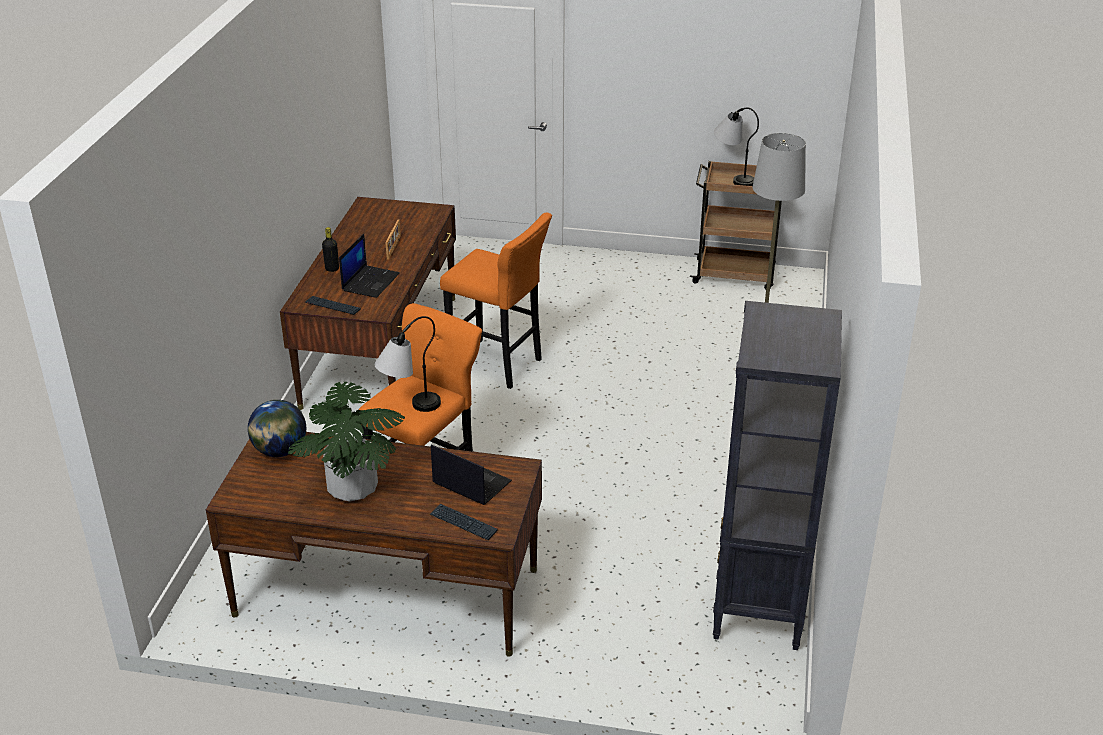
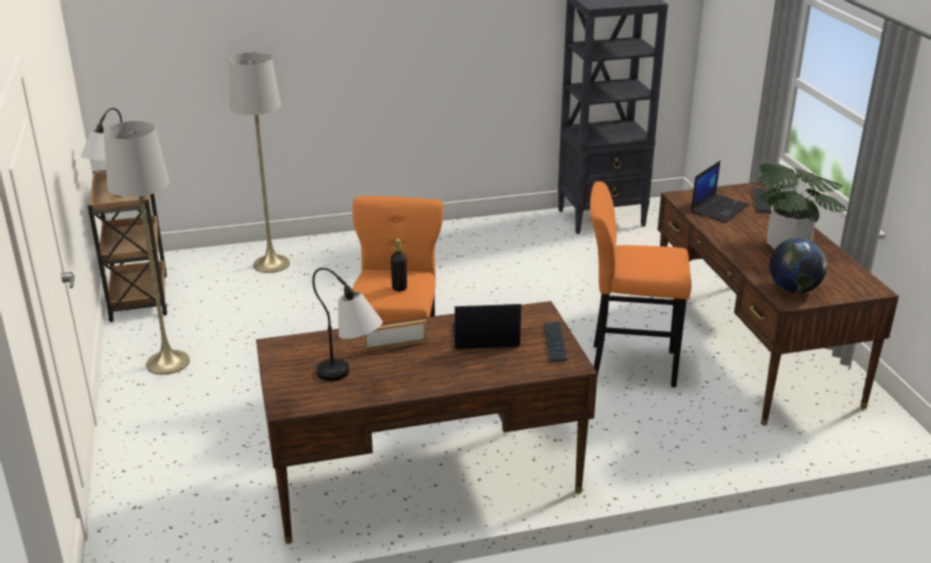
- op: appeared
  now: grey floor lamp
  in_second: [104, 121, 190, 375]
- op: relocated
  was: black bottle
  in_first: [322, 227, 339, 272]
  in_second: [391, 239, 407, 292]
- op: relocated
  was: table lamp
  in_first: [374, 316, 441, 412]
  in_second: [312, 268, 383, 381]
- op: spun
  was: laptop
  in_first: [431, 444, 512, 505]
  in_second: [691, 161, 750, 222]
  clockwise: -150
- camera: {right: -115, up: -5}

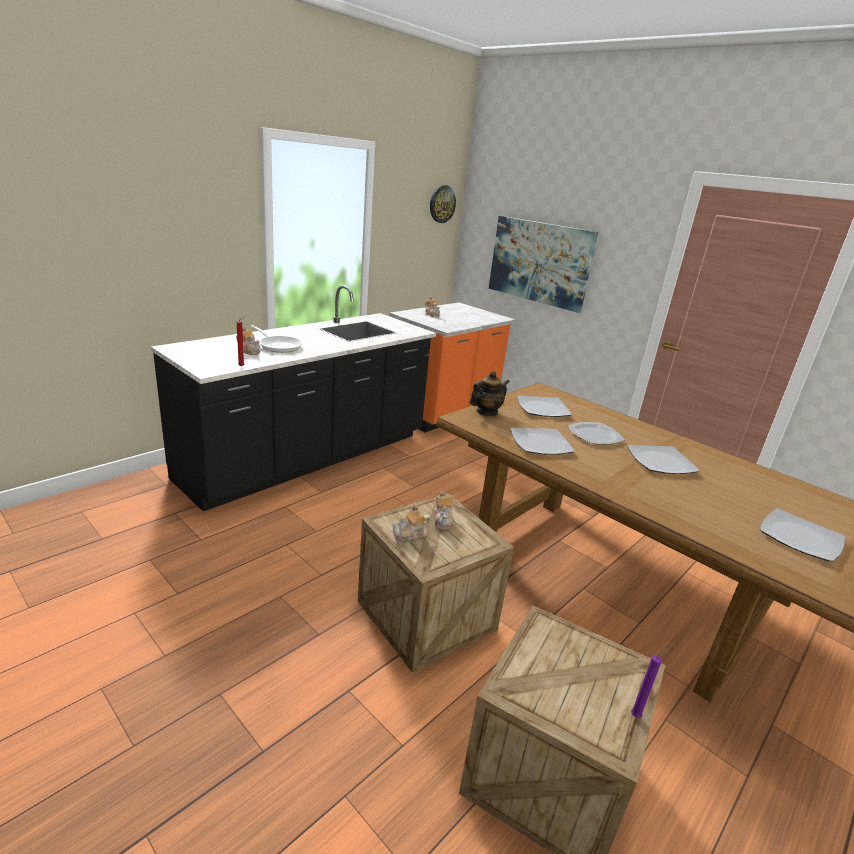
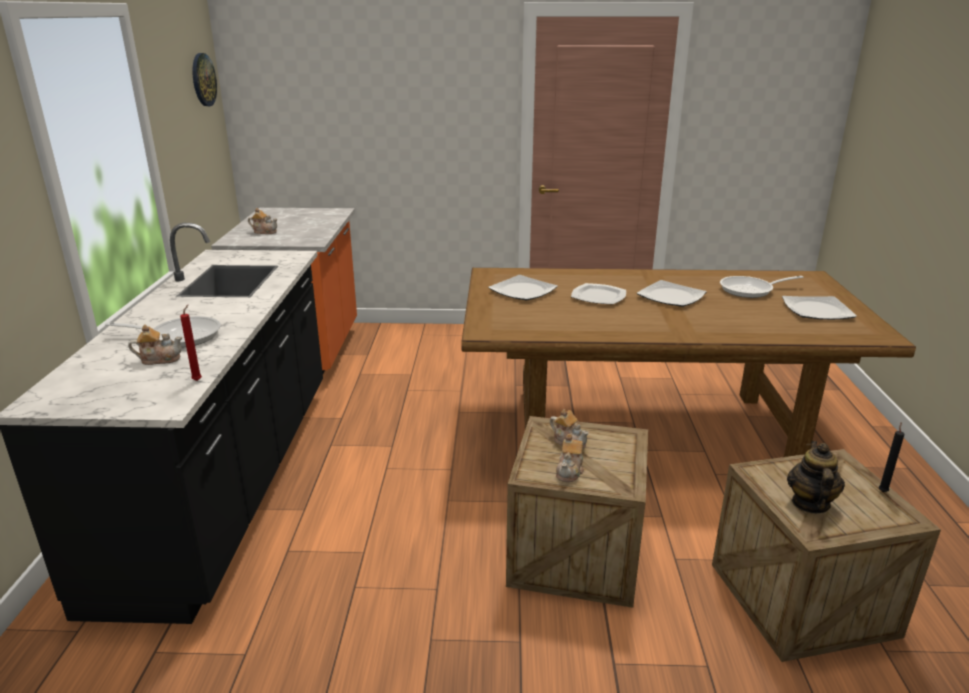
- op: missing
  was: picture
  in_first: [489, 216, 598, 313]
- op: missing
  was: plate
  in_first: [511, 428, 575, 455]
- op: appeared
  now: frying pan
  in_second: [720, 276, 804, 298]
- op: relocated
  was: teapot
  in_first: [470, 371, 510, 416]
  in_second: [787, 441, 845, 513]
- op: colour
  was: purple candle
  now: black candle
  in_first: [631, 649, 667, 718]
  in_second: [879, 422, 905, 492]
- camera: {right: -40, up: 0}

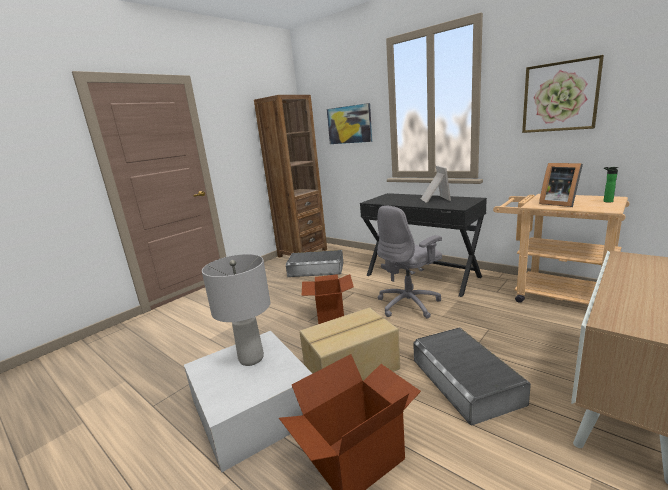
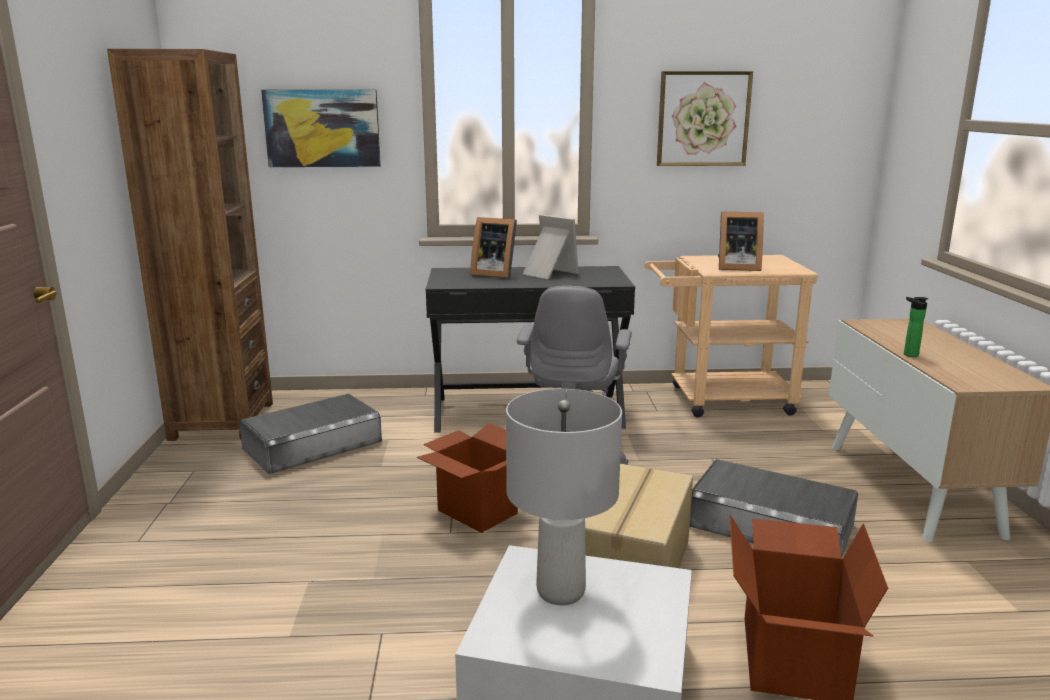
- op: appeared
  now: picture frame
  in_second: [470, 217, 517, 278]
- op: relocated
  was: bottle
  in_first: [604, 167, 618, 203]
  in_second: [904, 297, 929, 357]
- camera: {right: -45, up: 0}

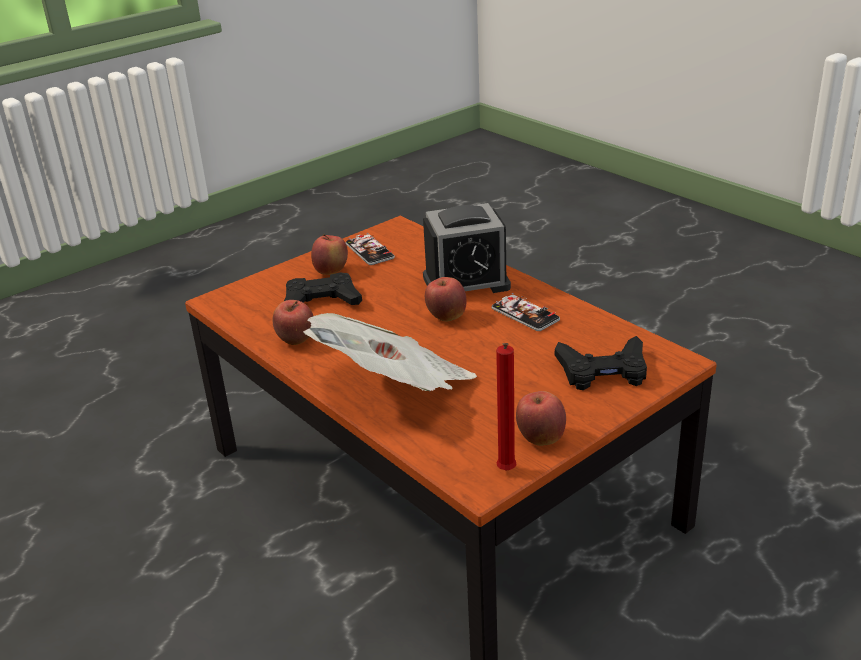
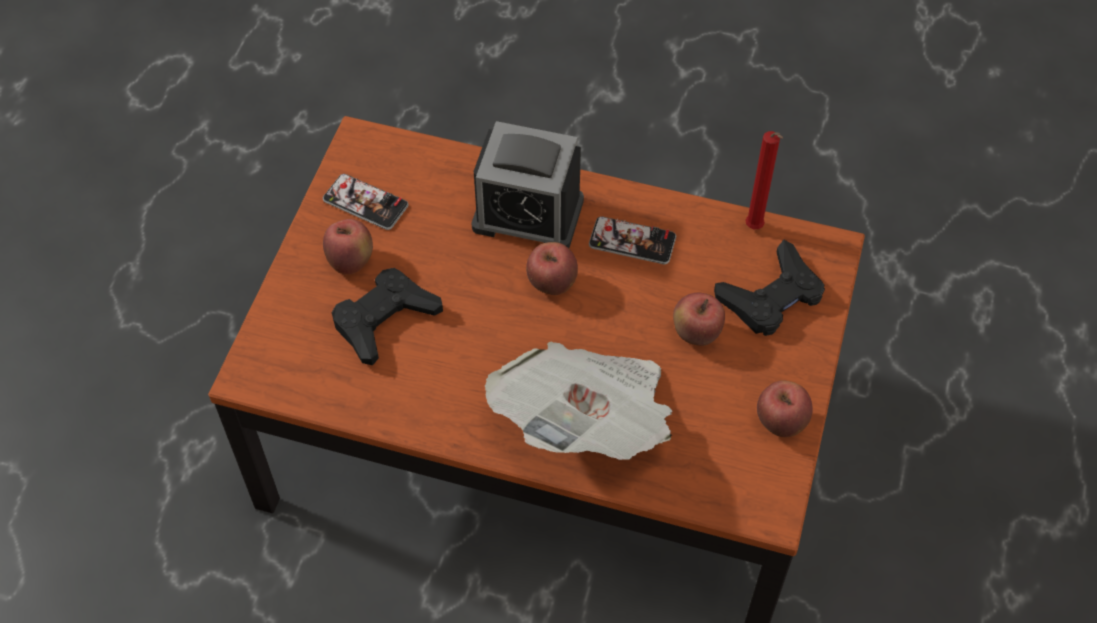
- op: relocated
  was: apple
  in_first: [273, 300, 313, 345]
  in_second: [673, 293, 725, 346]
- op: relocated
  was: red candle
  in_first: [496, 343, 517, 471]
  in_second: [745, 131, 783, 229]
- op: spun
  was: alarm clock
  in_first: [423, 203, 511, 293]
  in_second: [471, 121, 584, 248]
  clockwise: 60
- camera: {right: -35, up: 25}

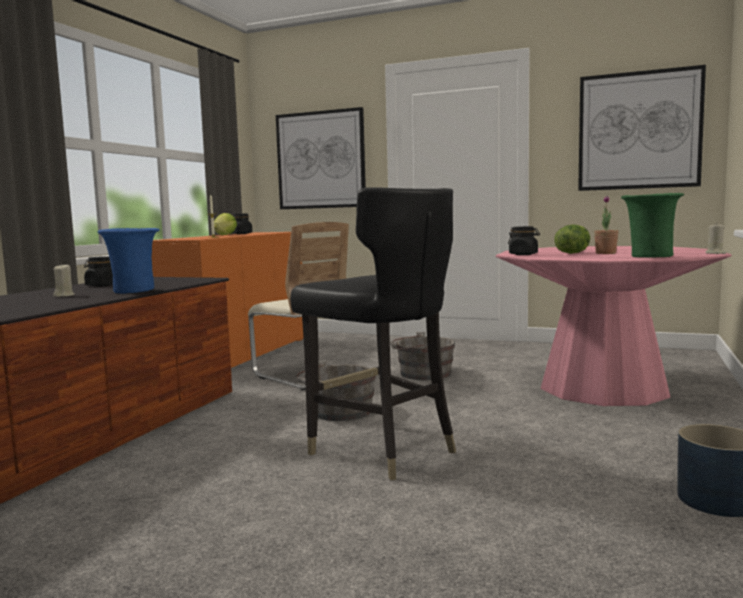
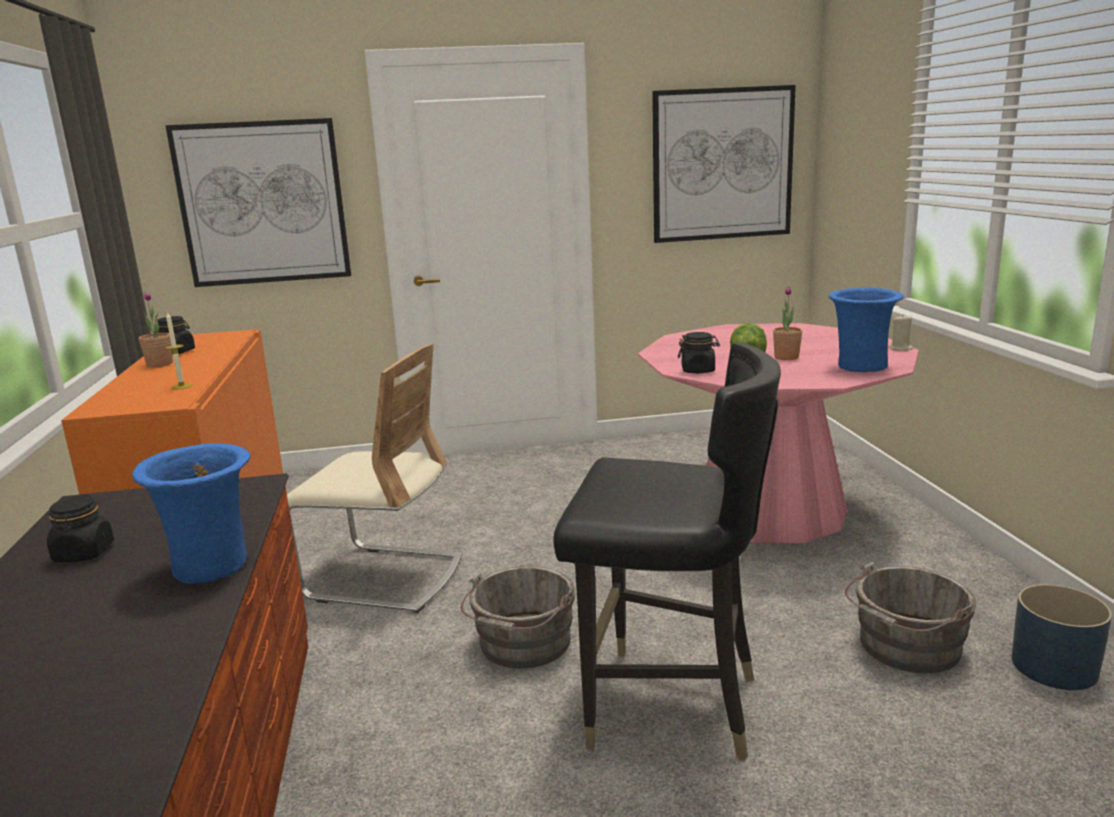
- op: missing
  was: beige candle
  in_first: [53, 263, 75, 297]
- op: relocated
  was: grey bucket
  in_first: [390, 332, 455, 380]
  in_second: [845, 562, 976, 673]
- op: exchanged
  was: lettuce
  now: potted plant
  in_first: [214, 213, 237, 235]
  in_second: [139, 292, 173, 367]
- op: colour
  was: green vase
  now: blue vase
  in_first: [621, 193, 684, 258]
  in_second: [828, 287, 904, 372]
- camera: {right: -30, up: 10}

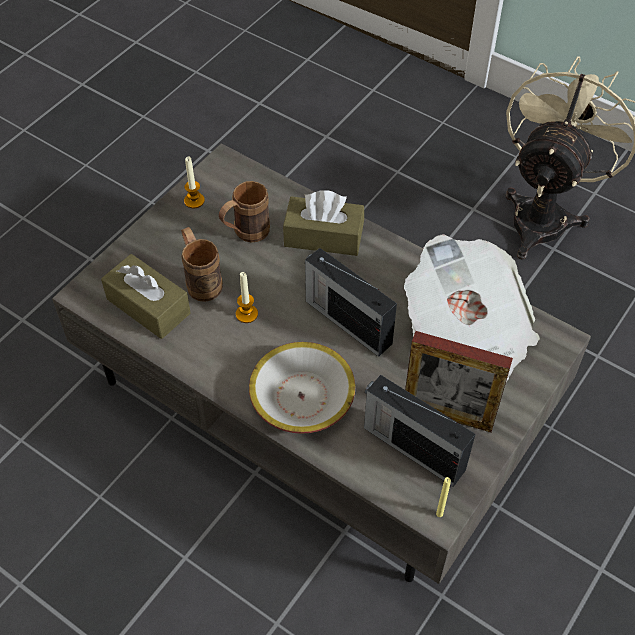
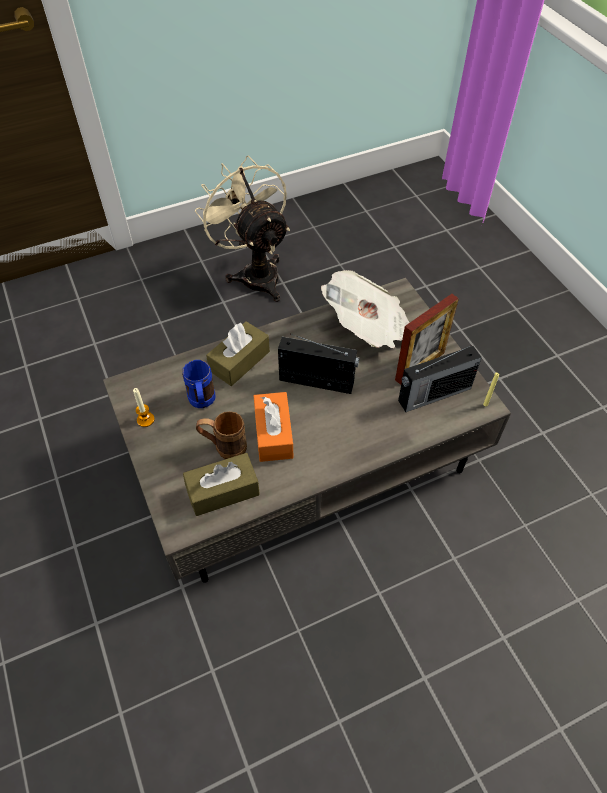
- op: missing
  was: bowl
  in_first: [249, 342, 355, 434]
- op: exchanged
  was: candle
  now: orange tissue box
  in_first: [236, 272, 258, 323]
  in_second: [253, 392, 293, 462]
- op: colour
  was: brown mug
  now: blue mug
  in_first: [219, 181, 270, 242]
  in_second: [182, 360, 216, 408]
- op: spun
  was: radio
  in_first: [305, 248, 397, 357]
  in_second: [278, 334, 360, 394]
  clockwise: -150
- camera: {right: -60, up: 0}

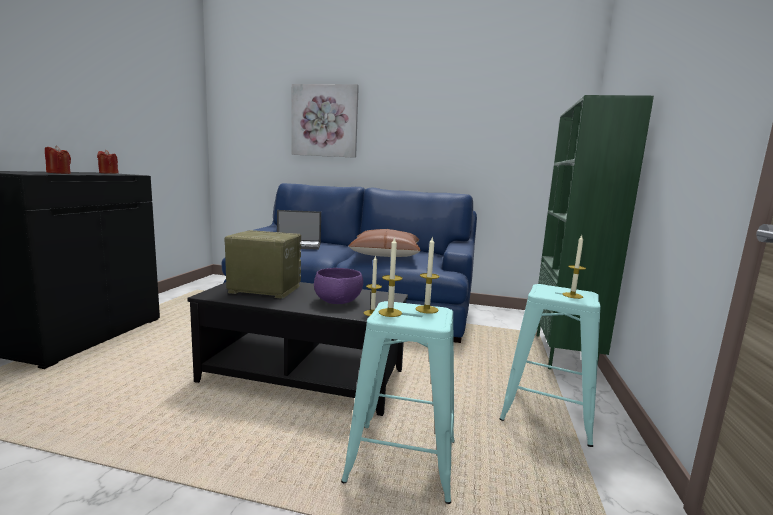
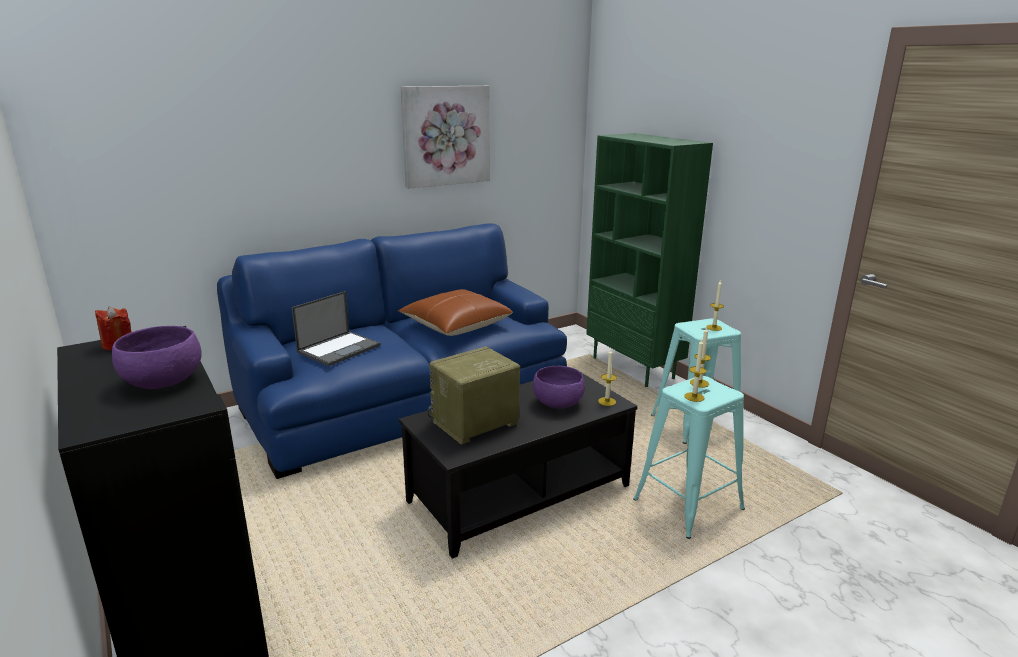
- op: relocated
  was: picture
  in_first: [291, 84, 359, 158]
  in_second: [401, 86, 490, 189]
- op: exchanged
  was: red candle
  now: purple bowl
  in_first: [45, 145, 71, 174]
  in_second: [112, 326, 202, 389]
- camera: {right: -45, up: 10}

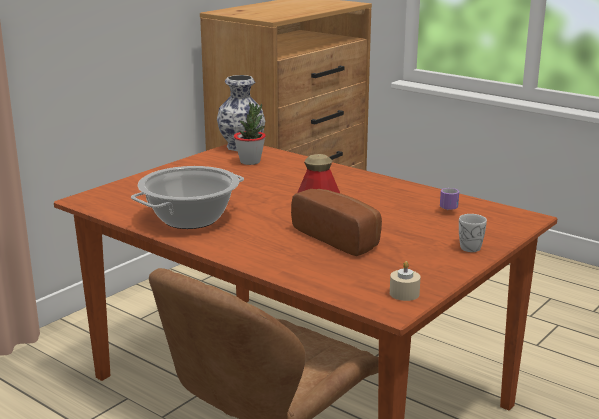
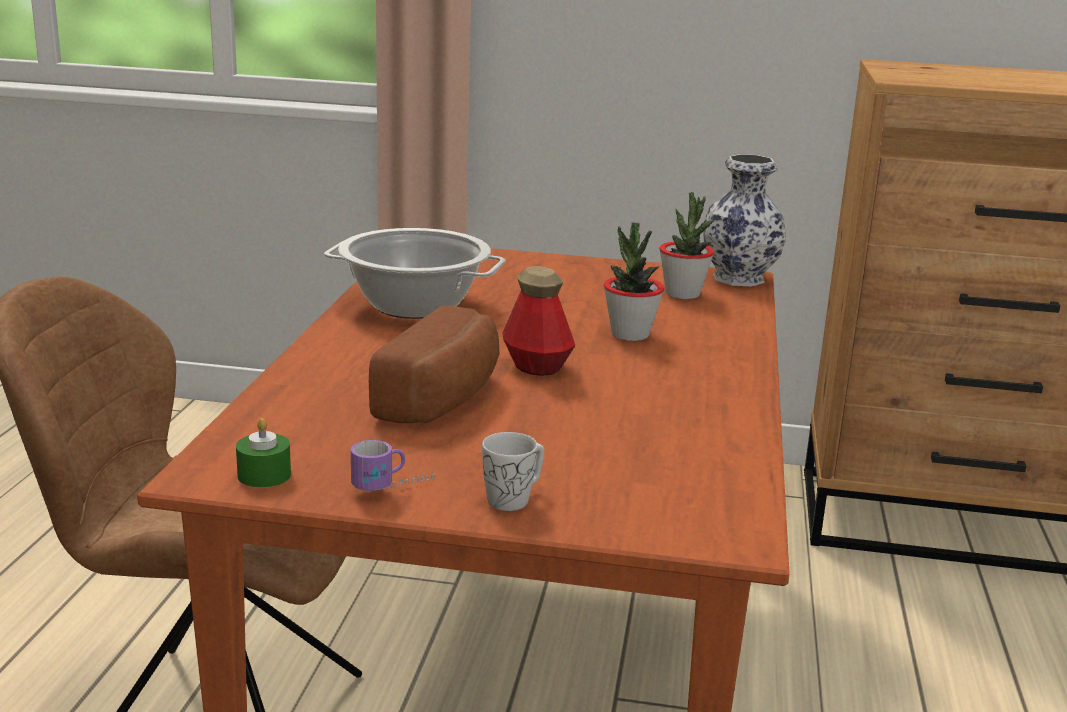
- op: appeared
  now: potted plant
  in_second: [604, 223, 664, 341]
- op: relocated
  was: mug
  in_first: [440, 188, 459, 210]
  in_second: [351, 440, 436, 491]
- op: colour
  was: beige candle
  now: green candle
  in_first: [390, 261, 421, 301]
  in_second: [236, 418, 291, 488]
- camera: {right: 60, up: 0}

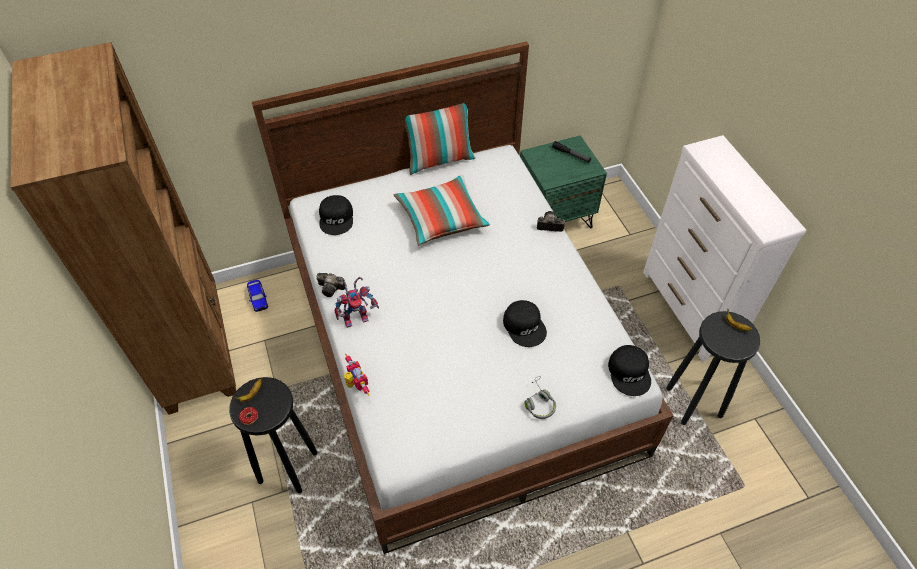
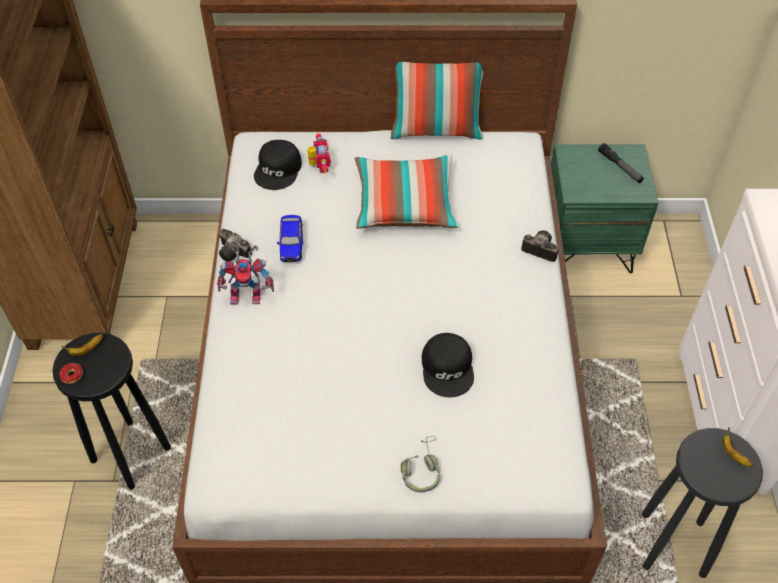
- op: missing
  was: black cap
  in_first: [608, 345, 651, 396]
- op: relocated
  was: toy car
  in_first: [247, 280, 268, 312]
  in_second: [277, 215, 303, 262]
- op: relocated
  was: toy robot
  in_first: [344, 354, 369, 396]
  in_second: [307, 132, 331, 174]
- camera: {right: 20, up: 0}

